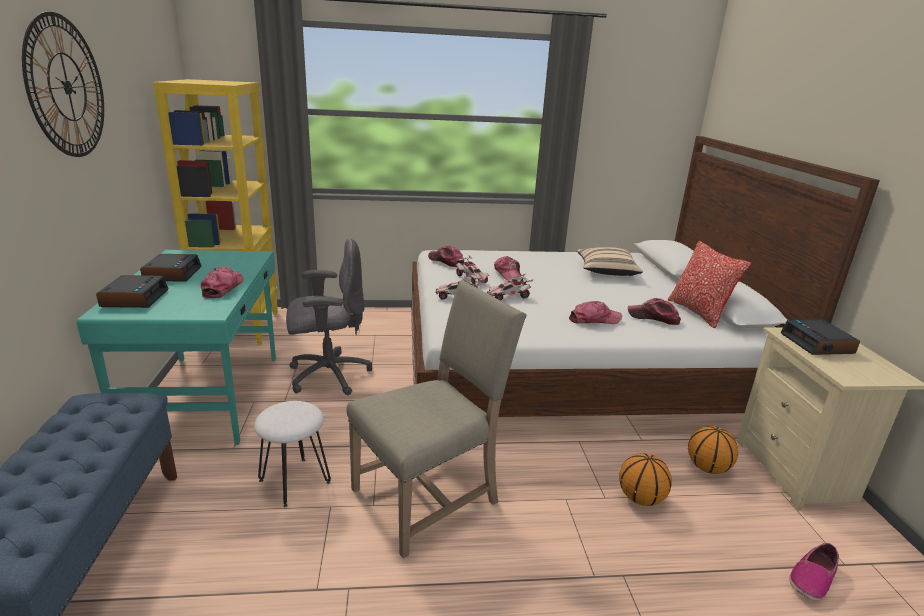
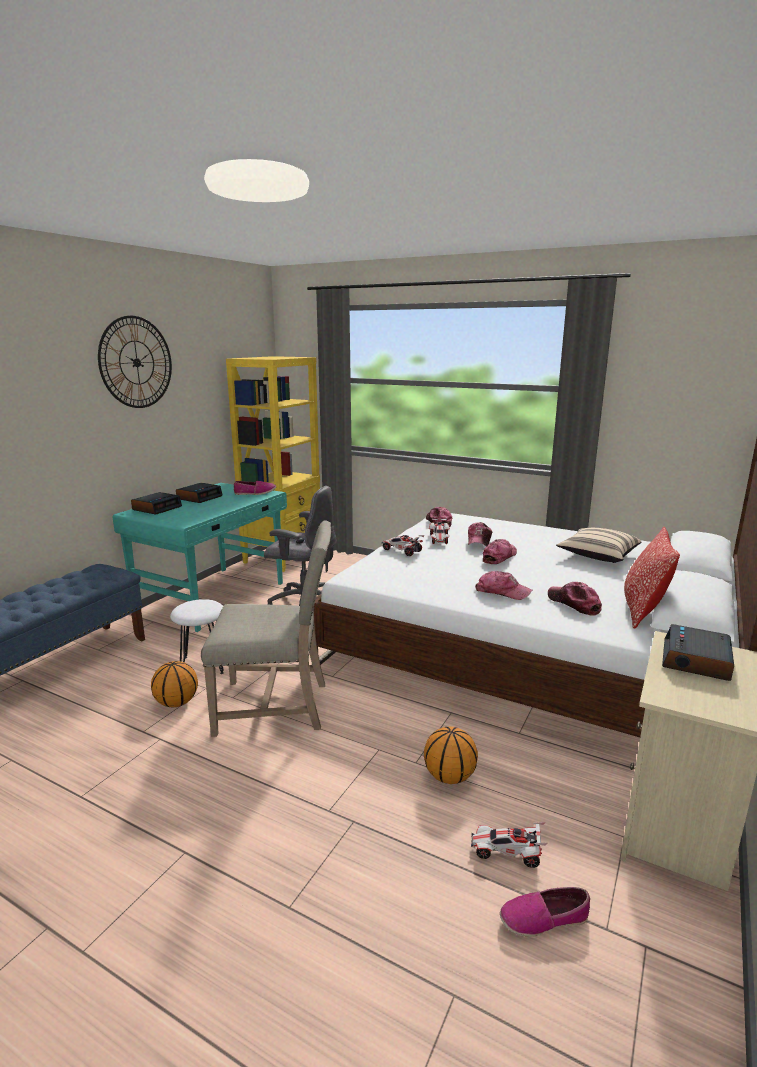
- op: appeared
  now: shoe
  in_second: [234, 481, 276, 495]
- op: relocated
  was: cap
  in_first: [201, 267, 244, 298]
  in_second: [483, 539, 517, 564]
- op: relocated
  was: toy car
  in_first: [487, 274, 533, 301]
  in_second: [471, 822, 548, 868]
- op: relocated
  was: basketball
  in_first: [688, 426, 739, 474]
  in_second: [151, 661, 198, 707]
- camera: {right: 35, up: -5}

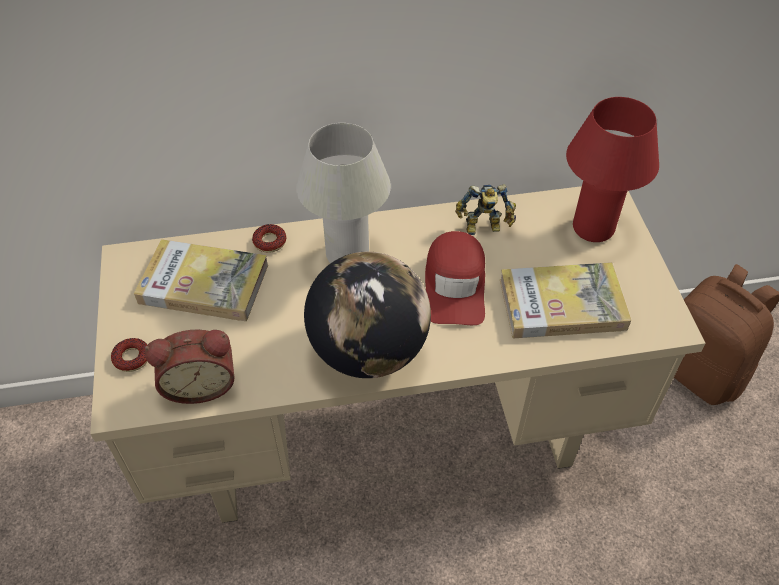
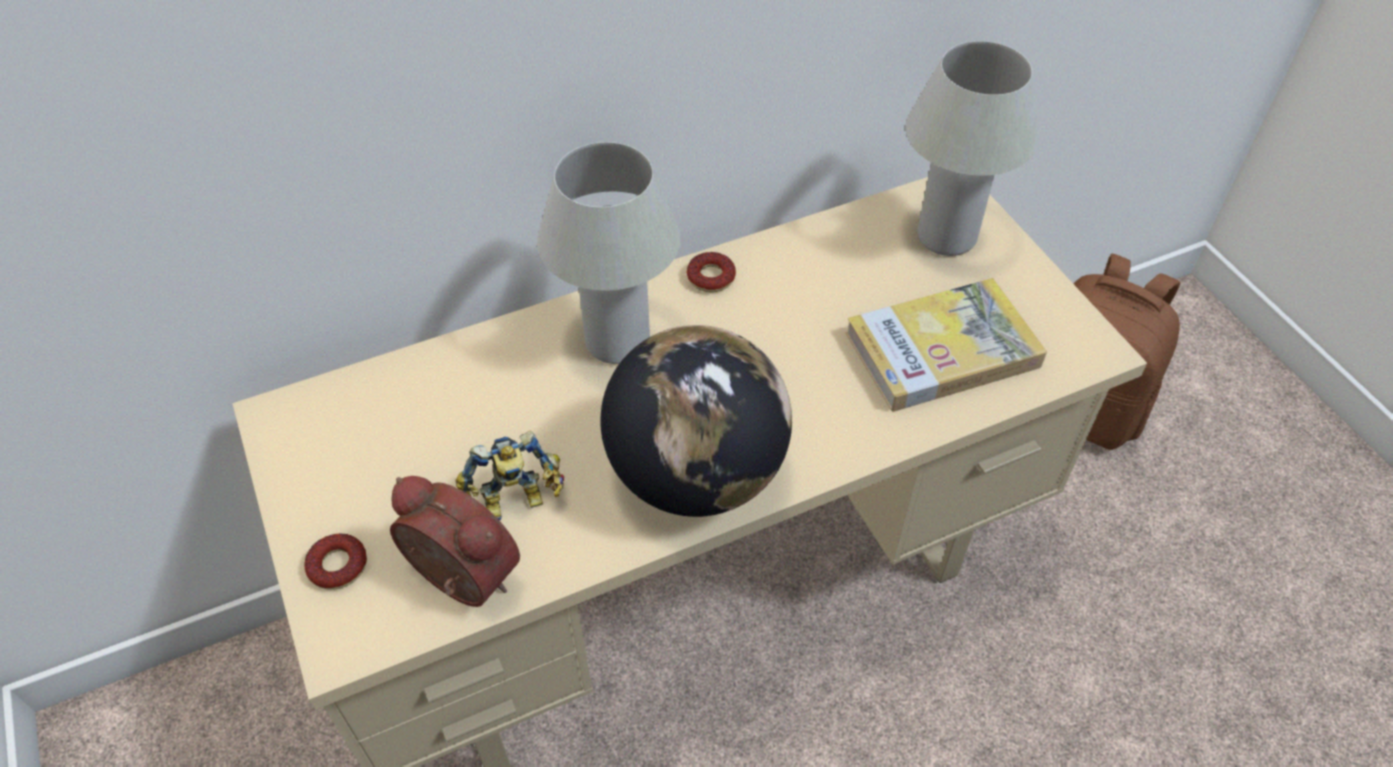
- op: missing
  was: book
  in_first: [134, 239, 268, 321]
- op: missing
  was: red cap
  in_first: [425, 231, 485, 325]
- op: relocated
  was: donut
  in_first: [252, 224, 286, 253]
  in_second: [686, 252, 736, 292]
- op: relocated
  was: toy robot
  in_first: [455, 184, 516, 235]
  in_second: [456, 430, 564, 521]
- op: colour
  was: red table lamp
  now: white table lamp
  in_first: [566, 97, 659, 242]
  in_second: [905, 41, 1038, 256]
- op: spun
  was: alarm clock
  in_first: [145, 330, 234, 404]
  in_second: [390, 476, 520, 607]
  clockwise: -120
- camera: {right: -15, up: 0}

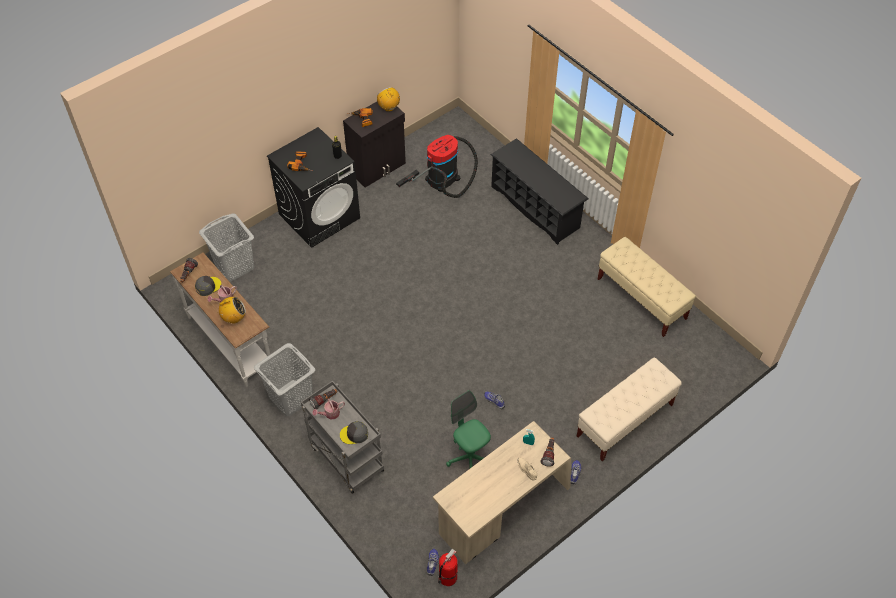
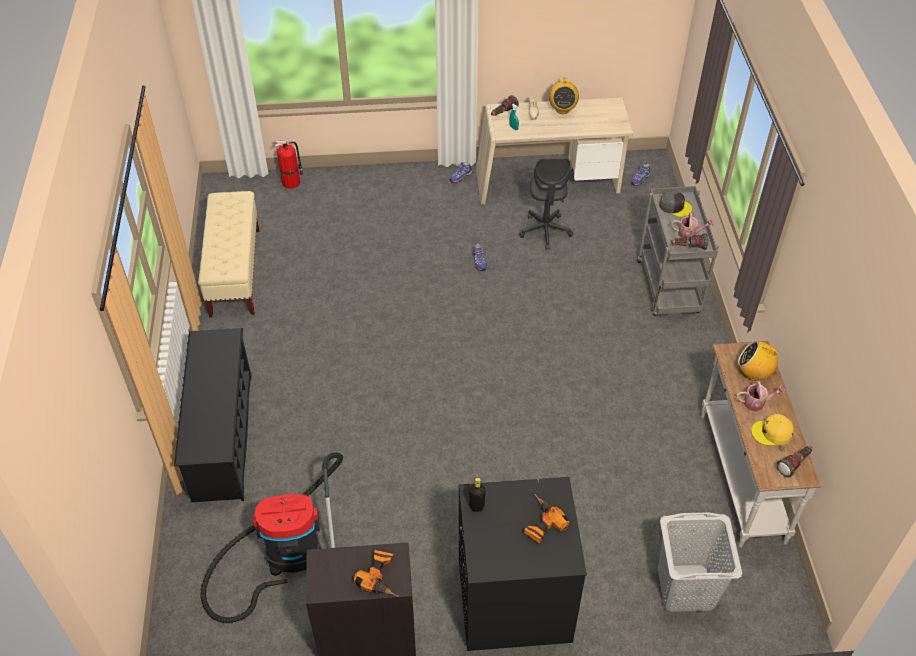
- op: missing
  was: grey laundry basket
  in_first: [254, 343, 315, 416]
- op: missing
  was: beige bench
  in_first: [577, 358, 682, 461]
- op: relocated
  was: radio
  in_first: [377, 87, 400, 112]
  in_second: [549, 77, 579, 114]
- op: relocated
  was: fire extinguisher
  in_first: [438, 549, 458, 586]
  in_second: [275, 140, 304, 189]
- op: colour
  was: grey cap
  now: yellow cap
  in_first: [195, 276, 221, 296]
  in_second: [751, 414, 794, 446]
- op: colour
  was: green office chair
  now: grey office chair
  in_first: [446, 390, 491, 468]
  in_second: [519, 158, 573, 250]
- camera: {right: -145, up: -5}

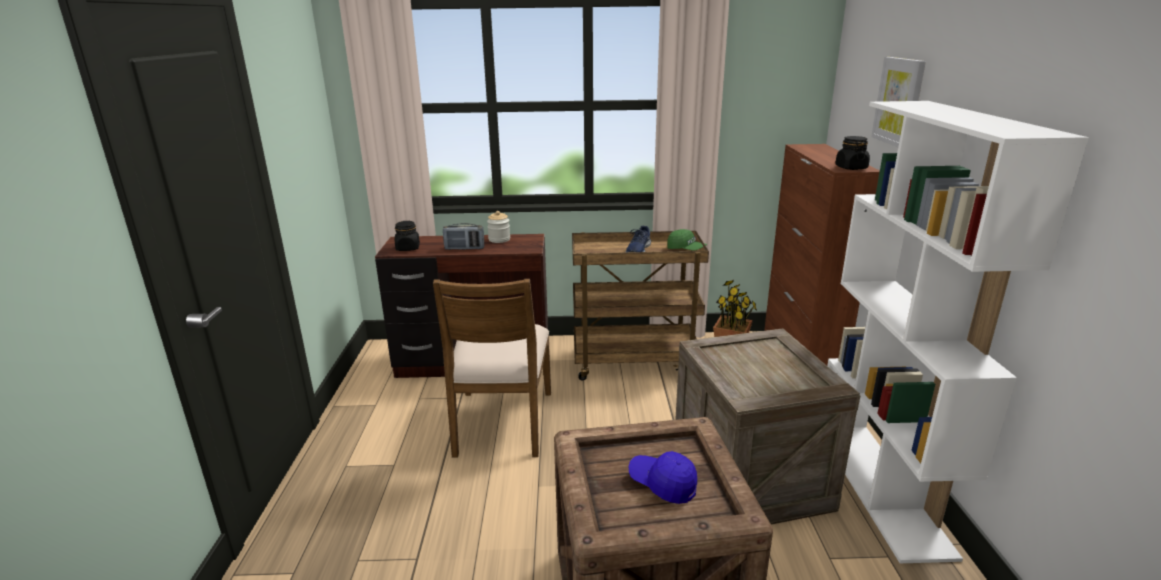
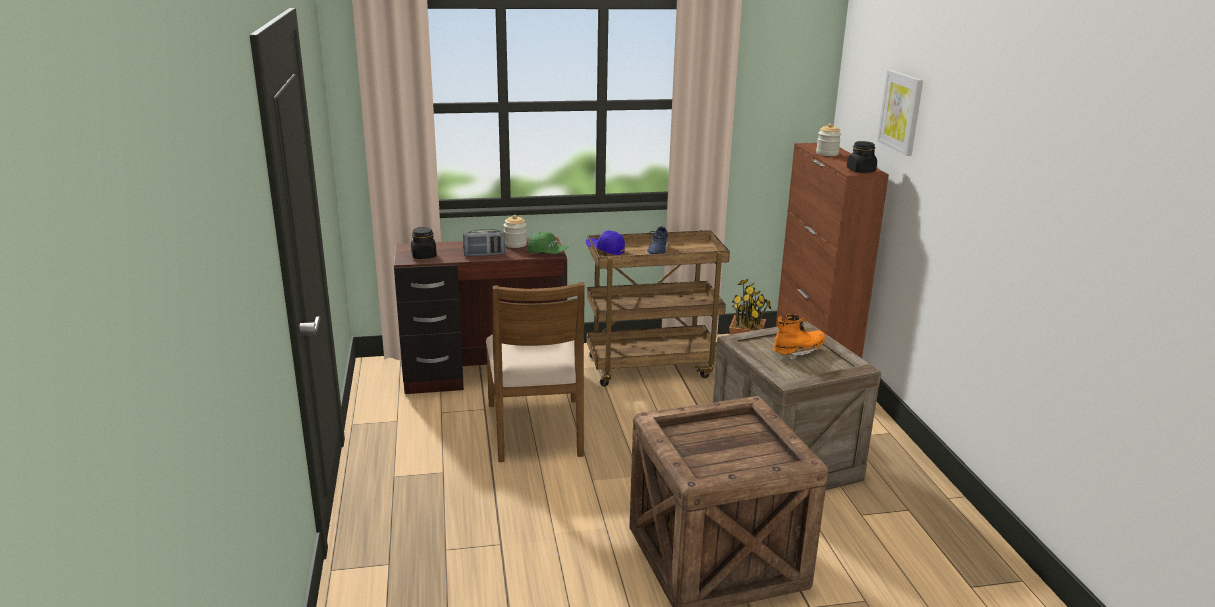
- op: missing
  was: white bookcase
  in_first: [827, 101, 1089, 563]
- op: appeared
  now: orange boot
  in_second: [773, 314, 826, 361]
- op: appeared
  now: jar
  in_second: [816, 123, 841, 156]
- op: relocated
  was: blue cap
  in_first: [629, 451, 697, 504]
  in_second: [586, 230, 625, 255]
- op: relocated
  was: green cap
  in_first: [667, 229, 707, 251]
  in_second: [528, 232, 569, 254]
- camera: {right: -10, up: 0}

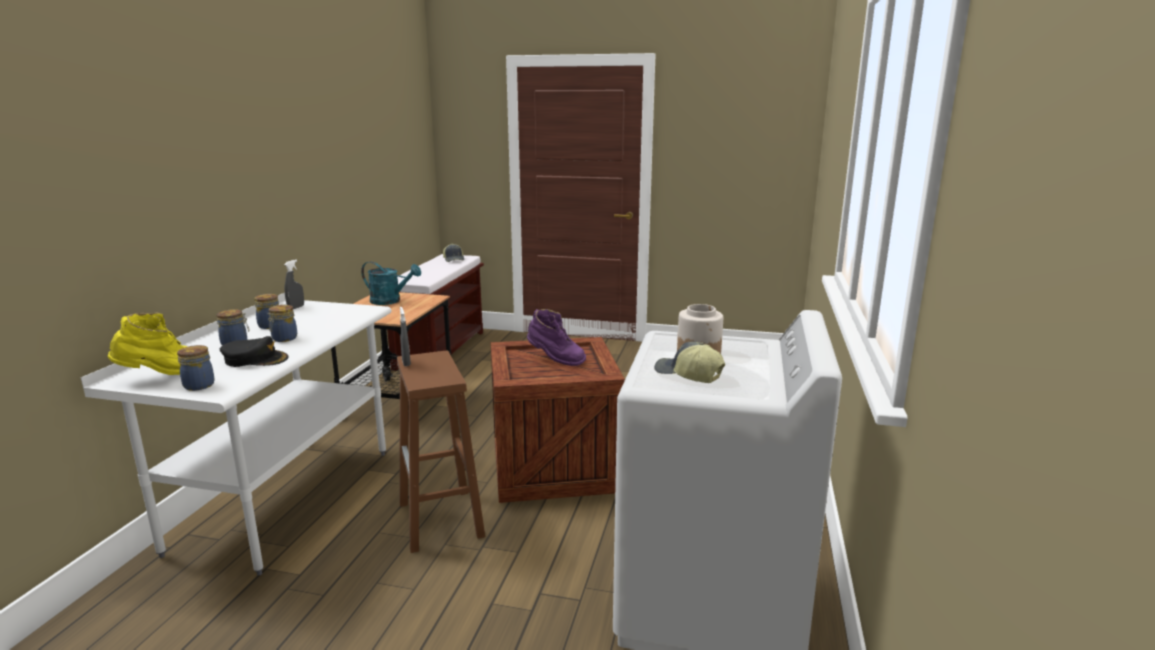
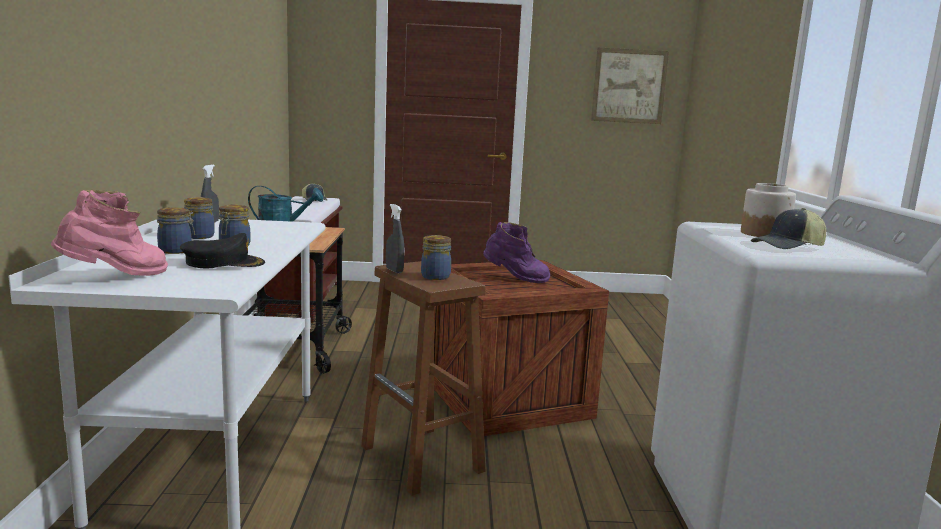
- op: appeared
  now: picture
  in_second: [591, 48, 669, 124]
- op: relocated
  was: jar
  in_first: [177, 345, 215, 391]
  in_second: [421, 235, 451, 280]
- op: colour
  was: yellow boot
  now: pink boot
  in_first: [108, 312, 188, 375]
  in_second: [51, 190, 168, 276]
- op: spun
  was: cap
  in_first: [654, 342, 725, 383]
  in_second: [751, 208, 826, 249]
  clockwise: -45
- camera: {right: -15, up: -5}

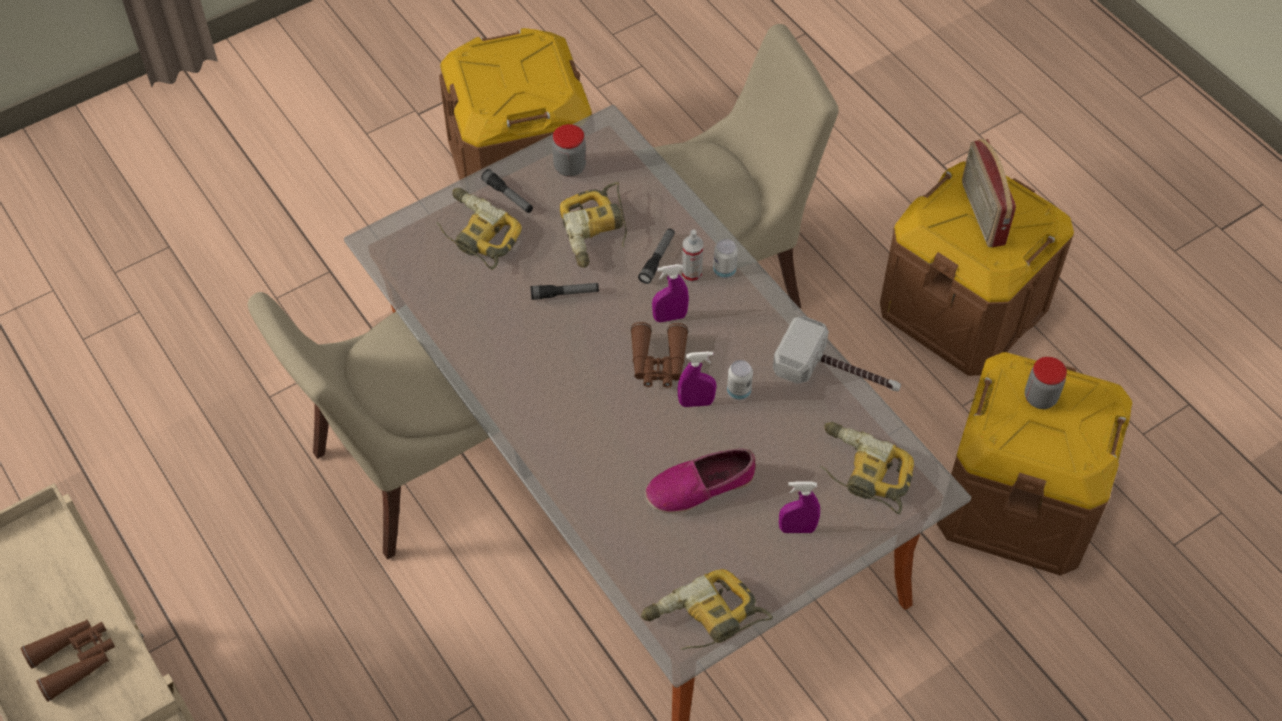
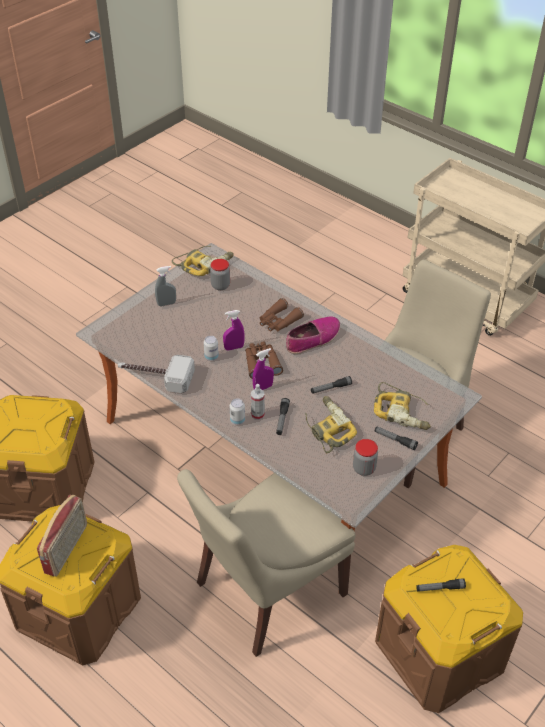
- op: missing
  was: power drill
  in_first: [820, 422, 914, 514]
- op: appeared
  now: flashlight
  in_second: [416, 578, 466, 591]
- op: relocated
  was: brown binoculars
  in_first: [20, 619, 115, 702]
  in_second: [260, 298, 304, 331]
- op: relocated
  was: shoe
  in_first: [645, 449, 756, 513]
  in_second: [286, 316, 340, 354]
- op: relocated
  was: jar
  in_first: [1025, 357, 1067, 409]
  in_second: [210, 259, 230, 290]
- op: colour
  was: purple spray bottle
  now: grey spray bottle
  in_first: [779, 482, 820, 533]
  in_second: [155, 266, 176, 306]
- op: spun
  was: radio
  in_first: [962, 139, 1016, 247]
  in_second: [37, 495, 87, 577]
  clockwise: 45
- camera: {right: 165, up: -10}

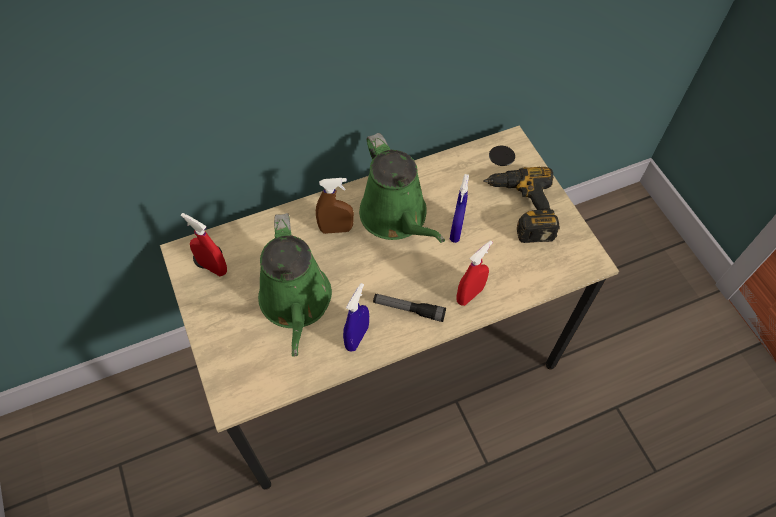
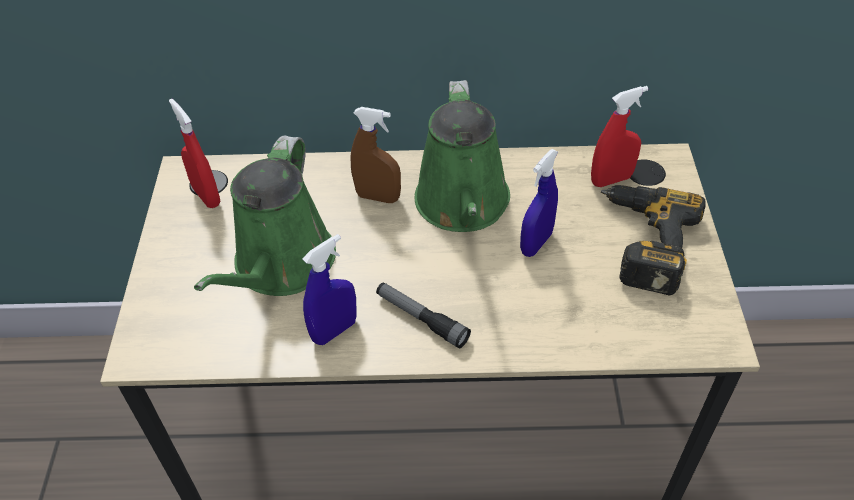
- op: relocated
  was: red spray bottle
  in_first: [456, 240, 493, 306]
  in_second: [591, 86, 648, 187]
- camera: {right: 25, up: -10}

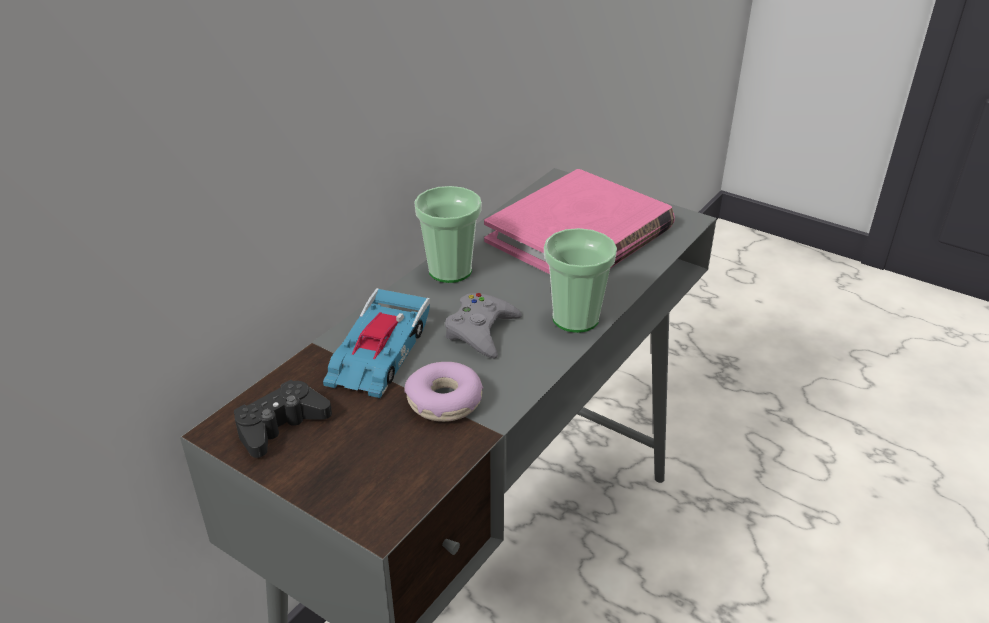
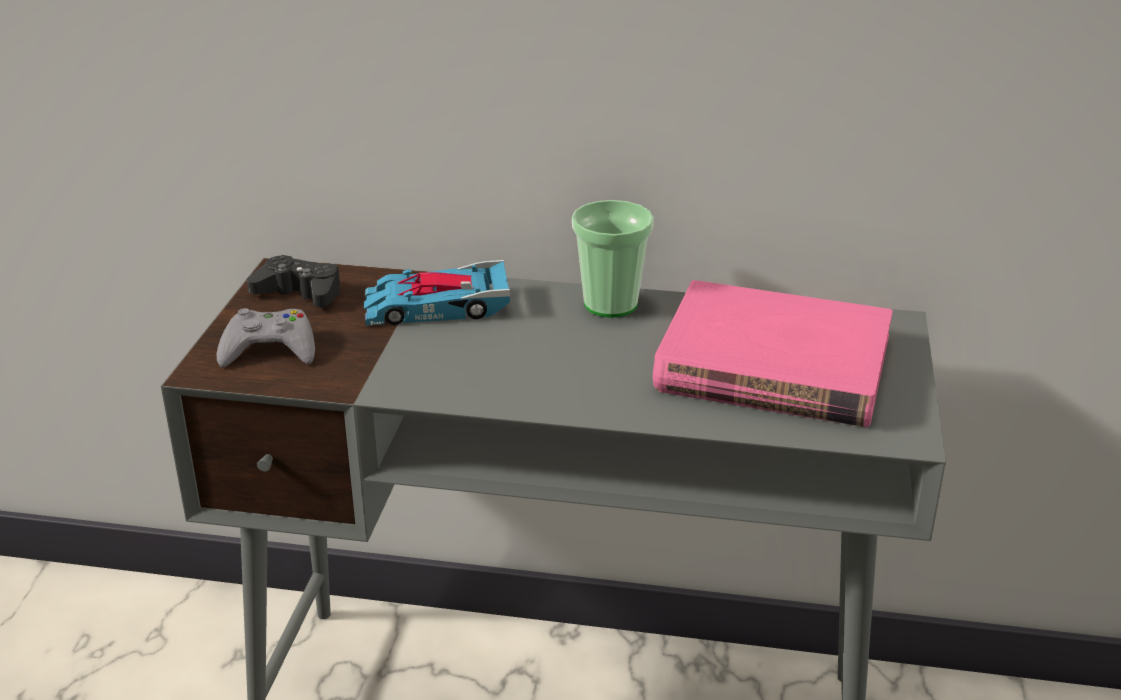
- op: missing
  was: donut
  in_first: [404, 362, 483, 422]
- op: missing
  was: cup
  in_first: [544, 228, 617, 333]
- op: relocated
  was: grey game controller
  in_first: [445, 293, 522, 359]
  in_second: [217, 308, 315, 368]
- camera: {right: 65, up: -5}

